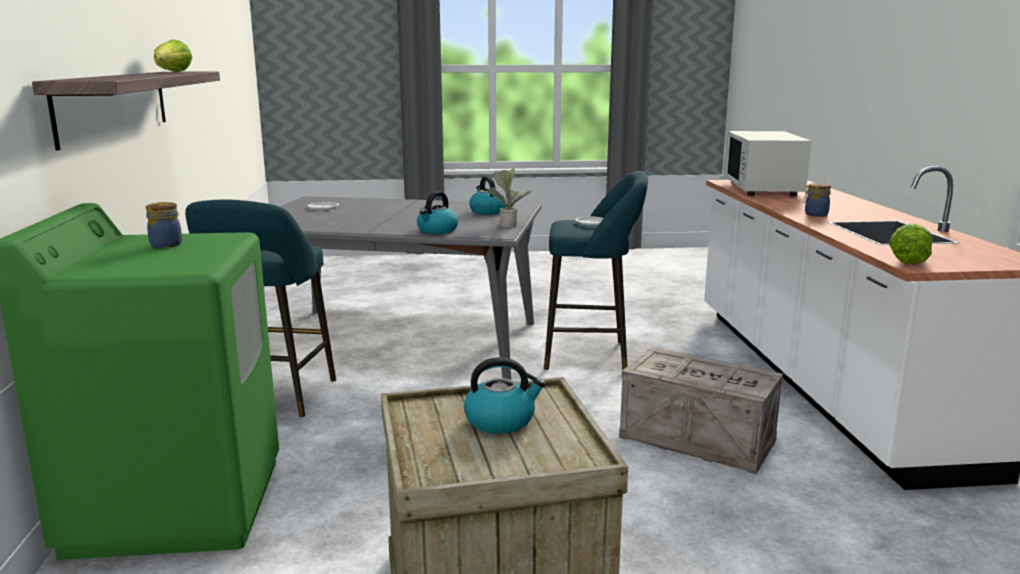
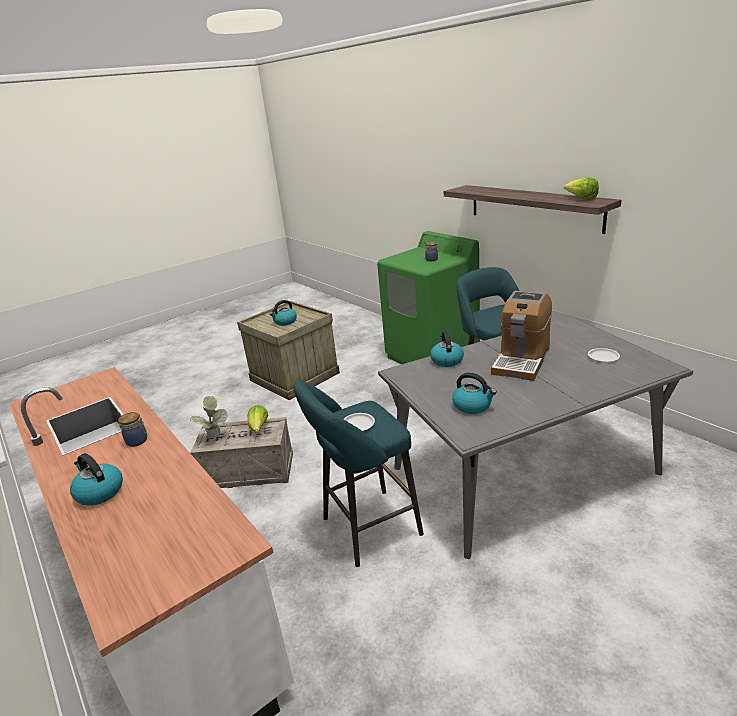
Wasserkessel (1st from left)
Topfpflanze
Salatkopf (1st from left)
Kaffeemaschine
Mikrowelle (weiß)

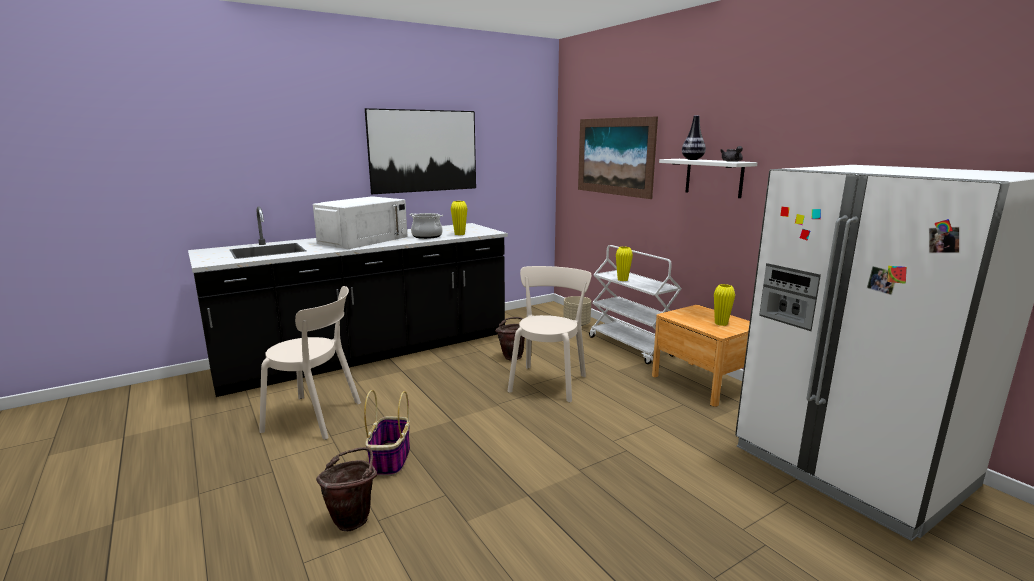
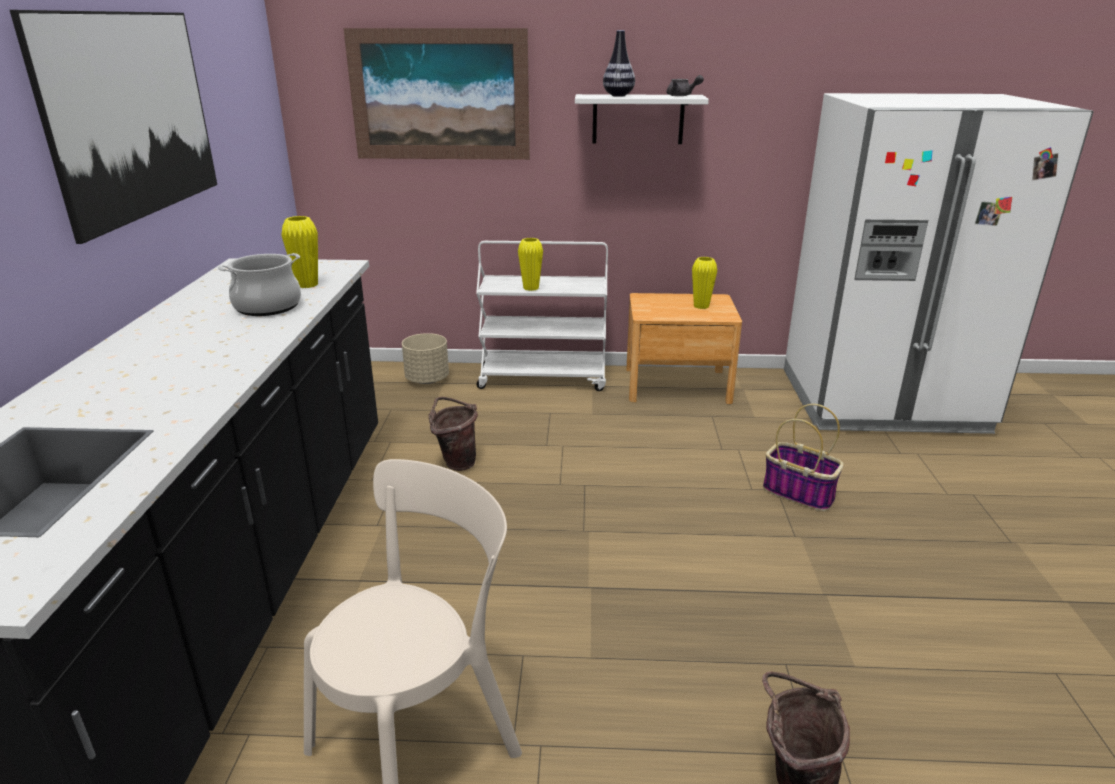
Korb
Mikrowelle (weiß)
Stuhl (beige) (2nd from left in the first image)

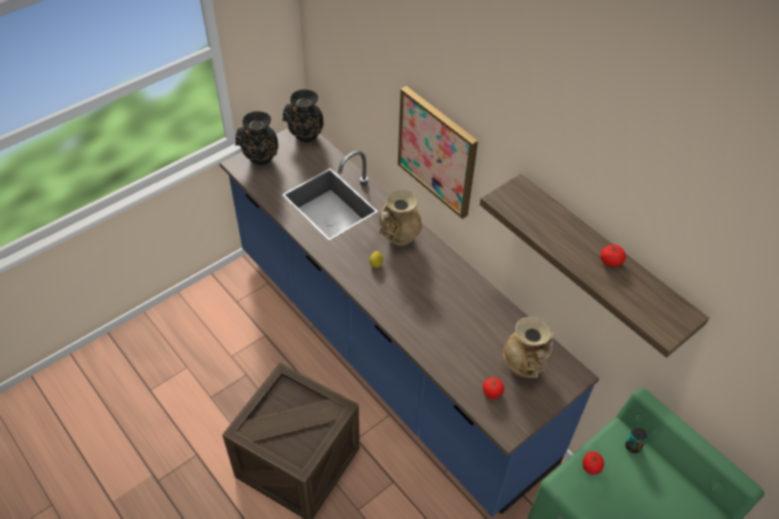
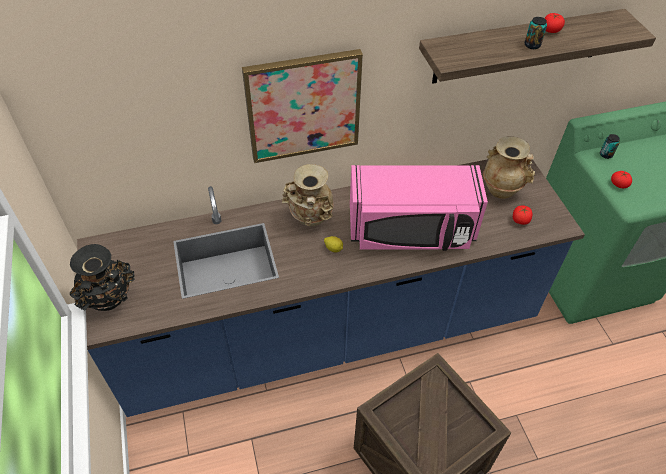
Mikrowelle (rosa)
Dose (1st from left)
Vase (schwarz) (2nd from left in the first image)

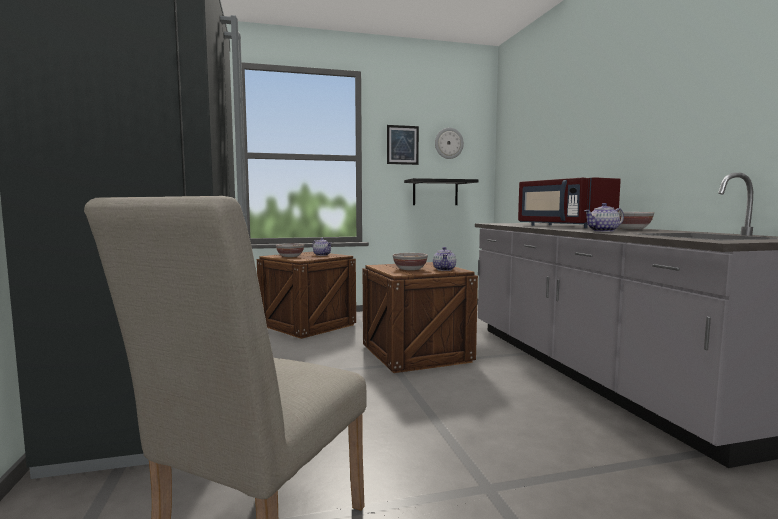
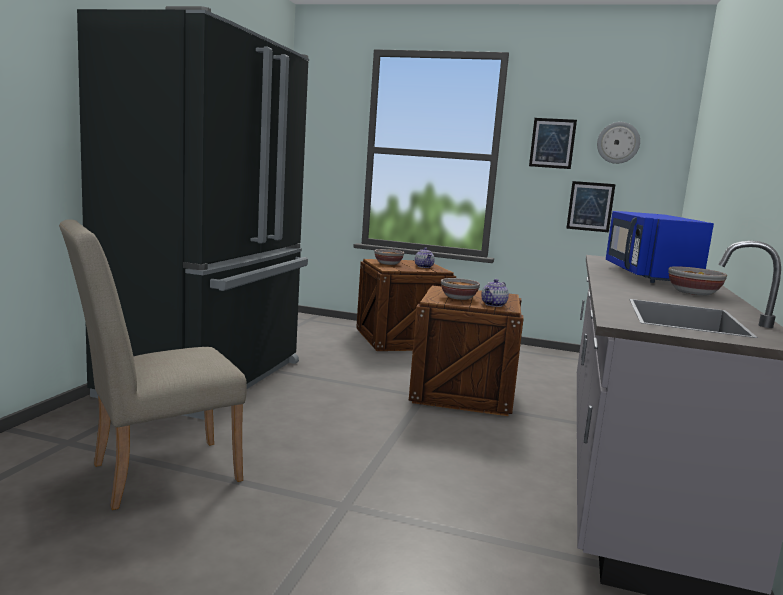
Bild (2nd from left)
Mikrowelle (blau)
Teekanne (3rd from left in the first image)

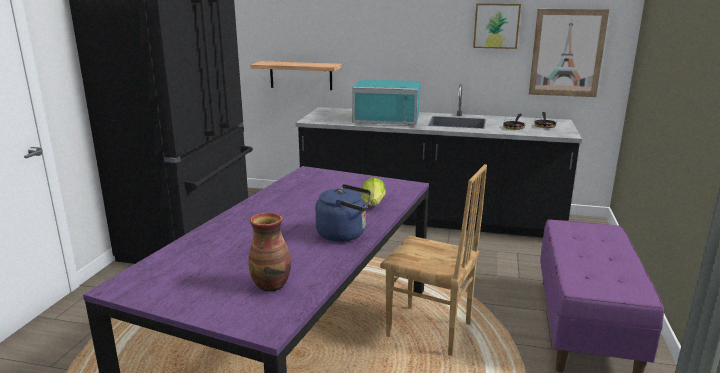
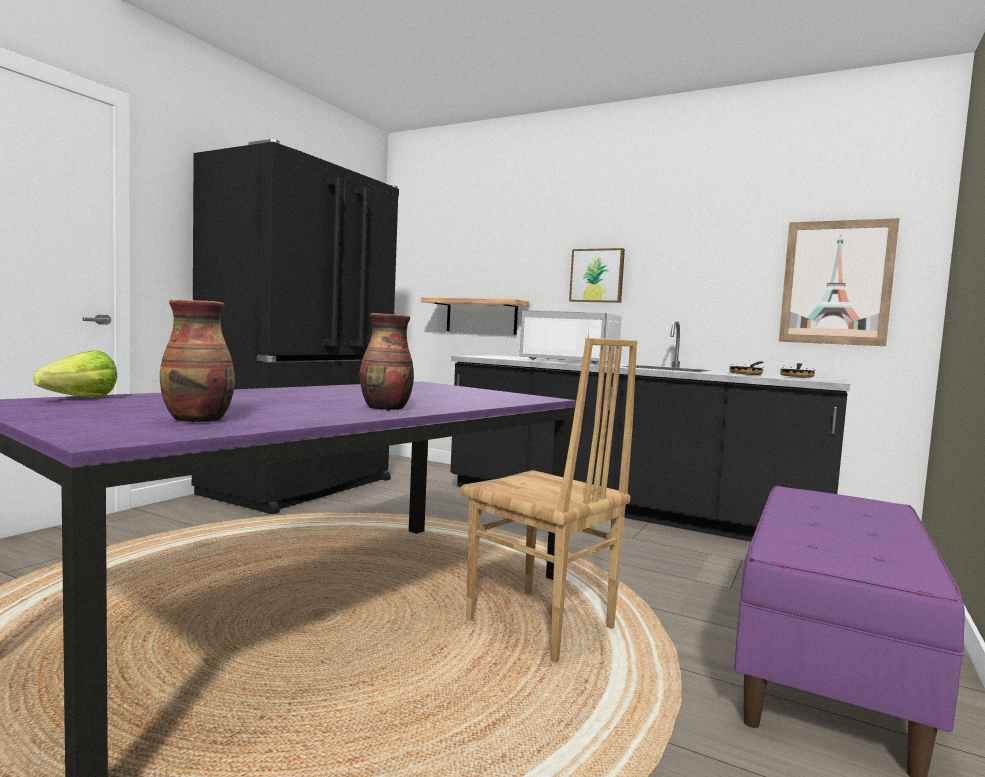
Salatkopf
Vase (2nd from left)
Mikrowelle (weiß)
Bild (1st from left)

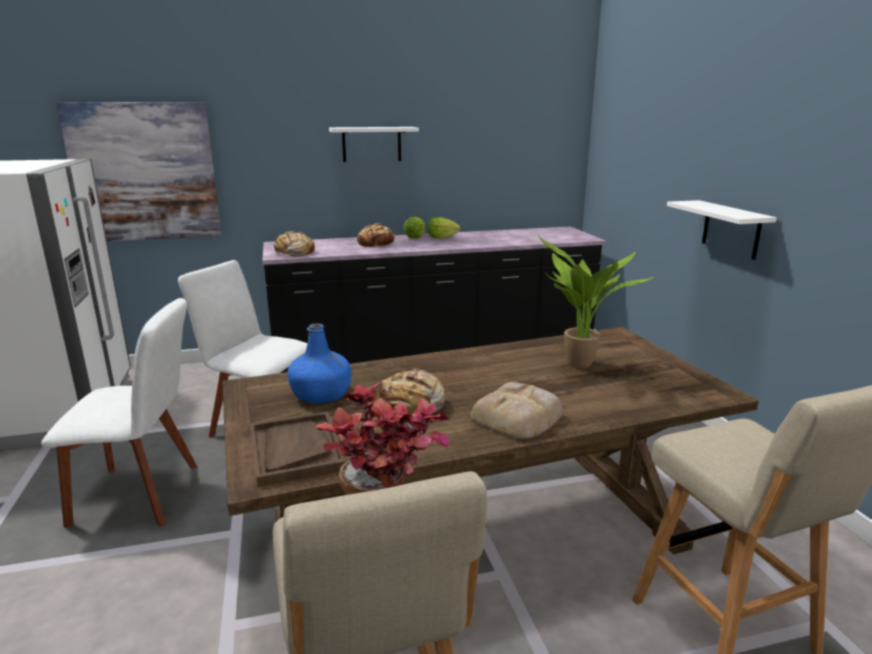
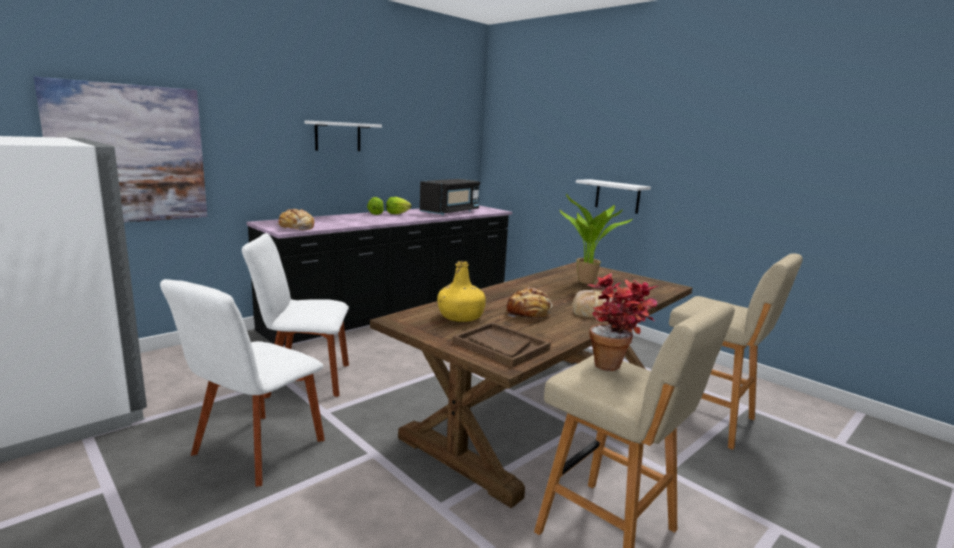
Stuhl (weiß) (1st from left)
Mikrowelle (schwarz)
Flasche (gelb)
Brot (2nd from left in the first image)

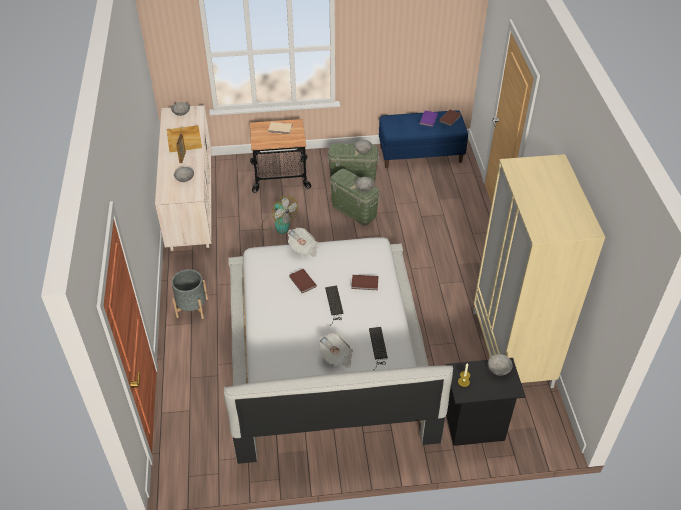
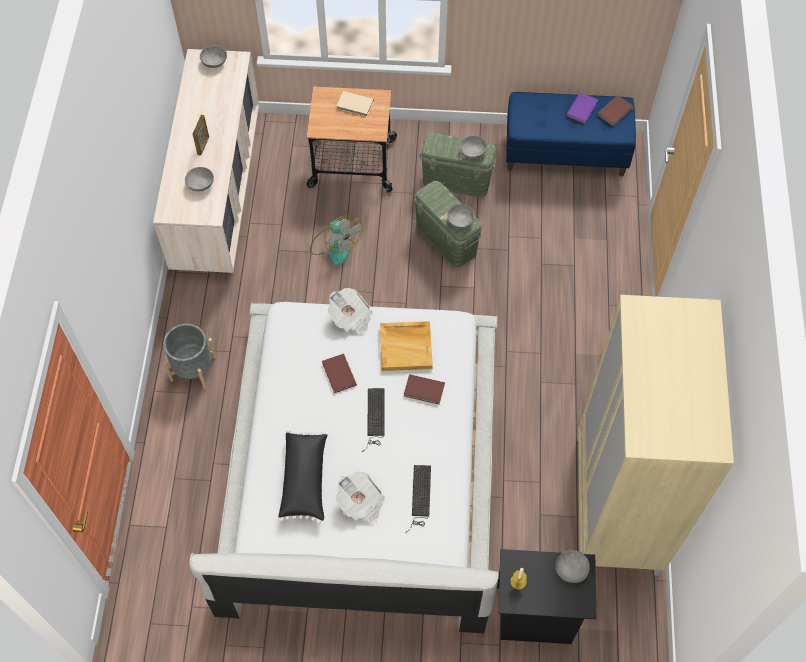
Kissen (schwarz)
Tablett (beige)

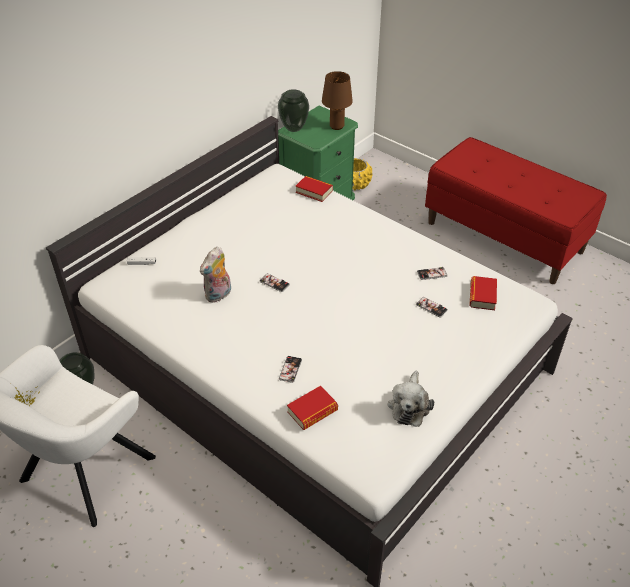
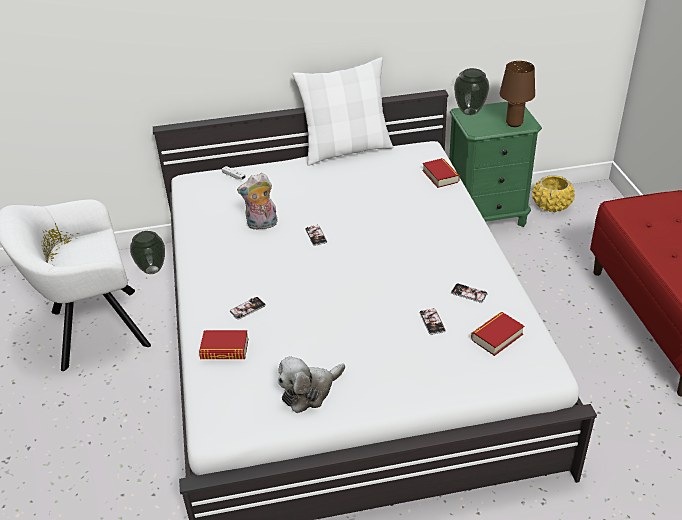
Kissen (weiß)

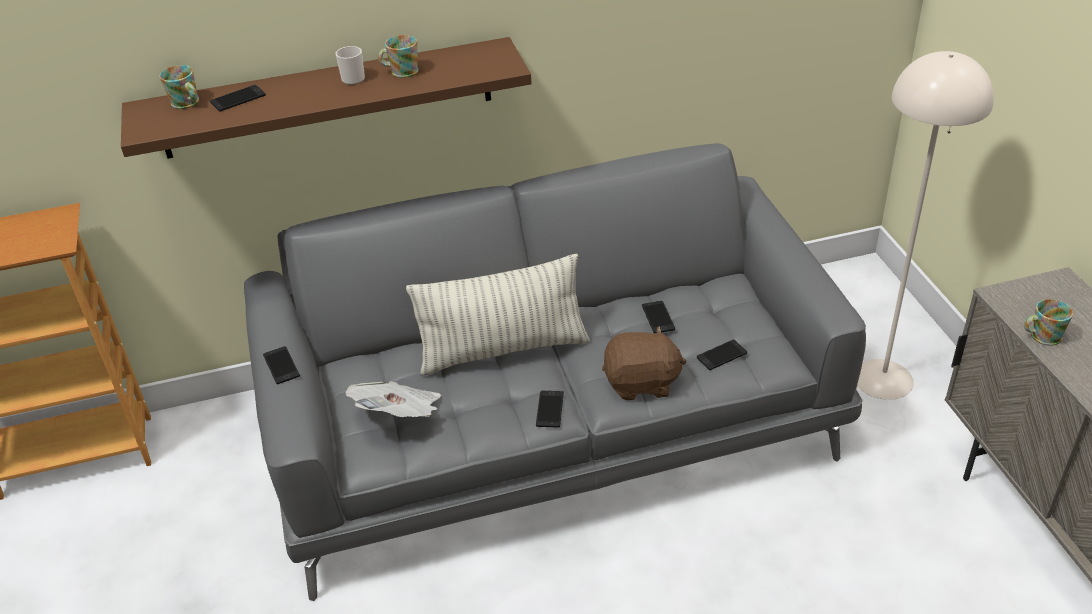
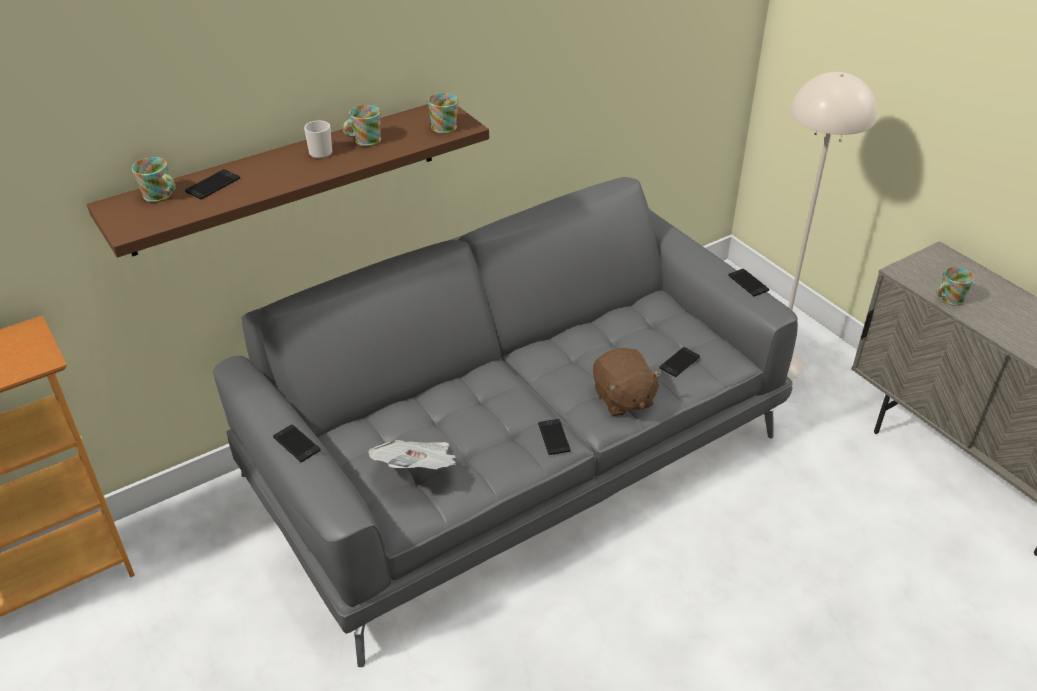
Henkelbecher (4th from left)
Plüschtier (braun)
Handy (5th from left)
Kissen

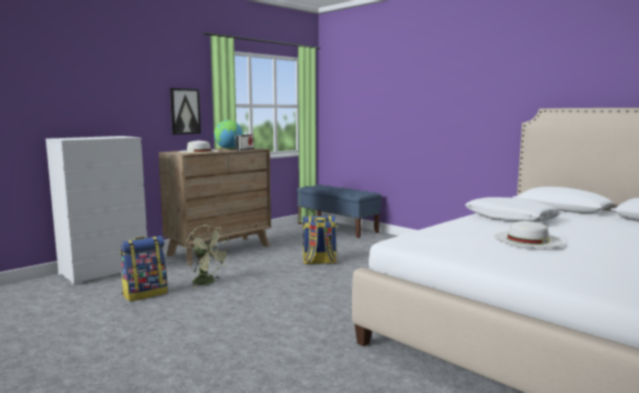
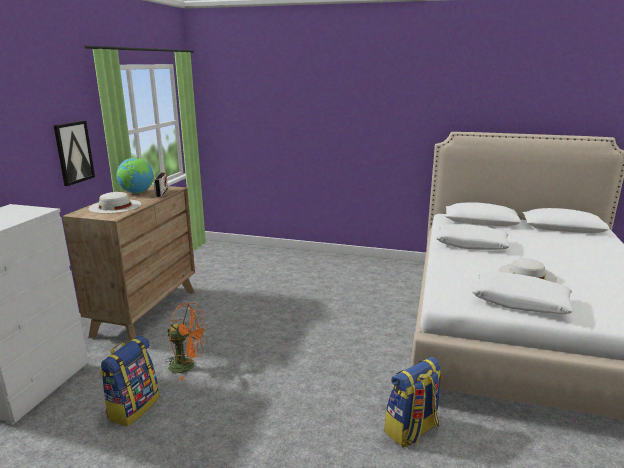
Ventilator (orange)
Rucksack (2nd from left)
Kissen (weiß) (2nd from left)
Bank (blau)

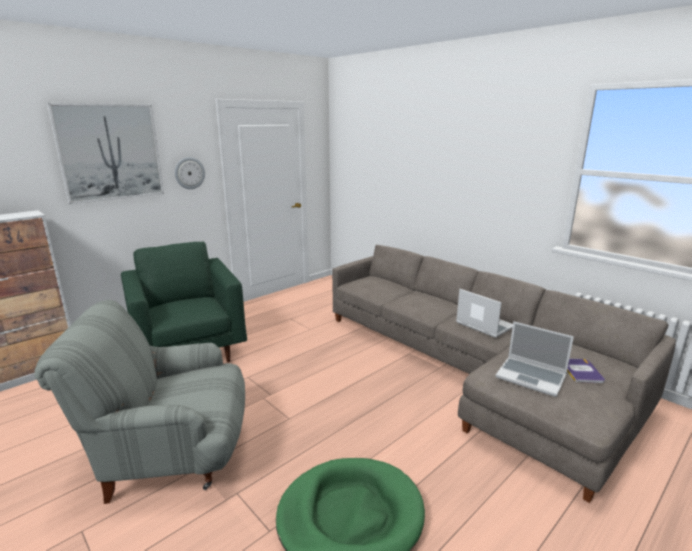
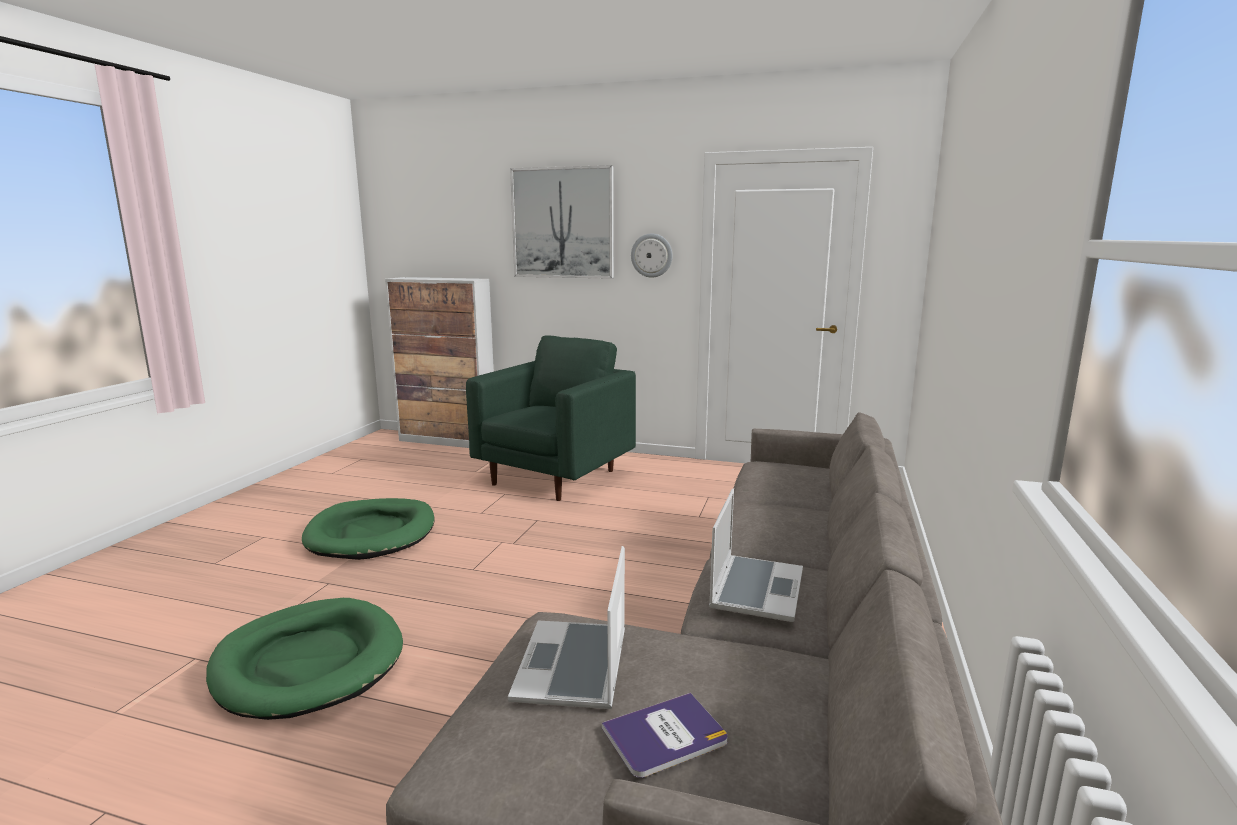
Hundebett (grün) (2nd from left)

